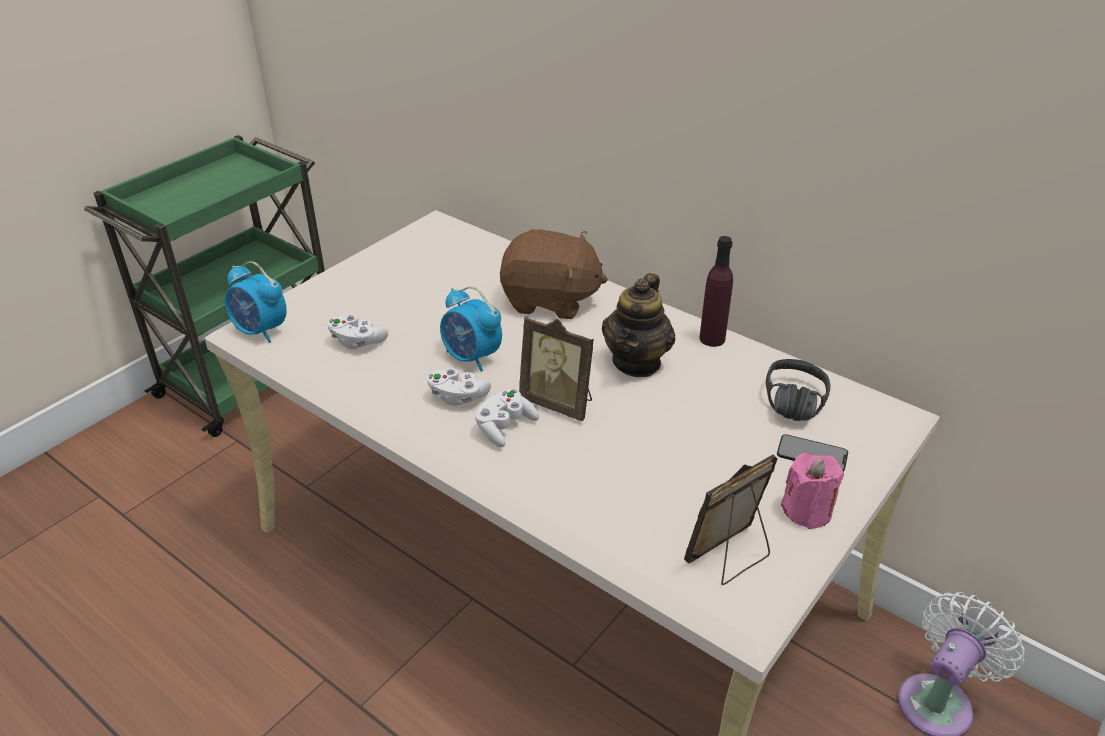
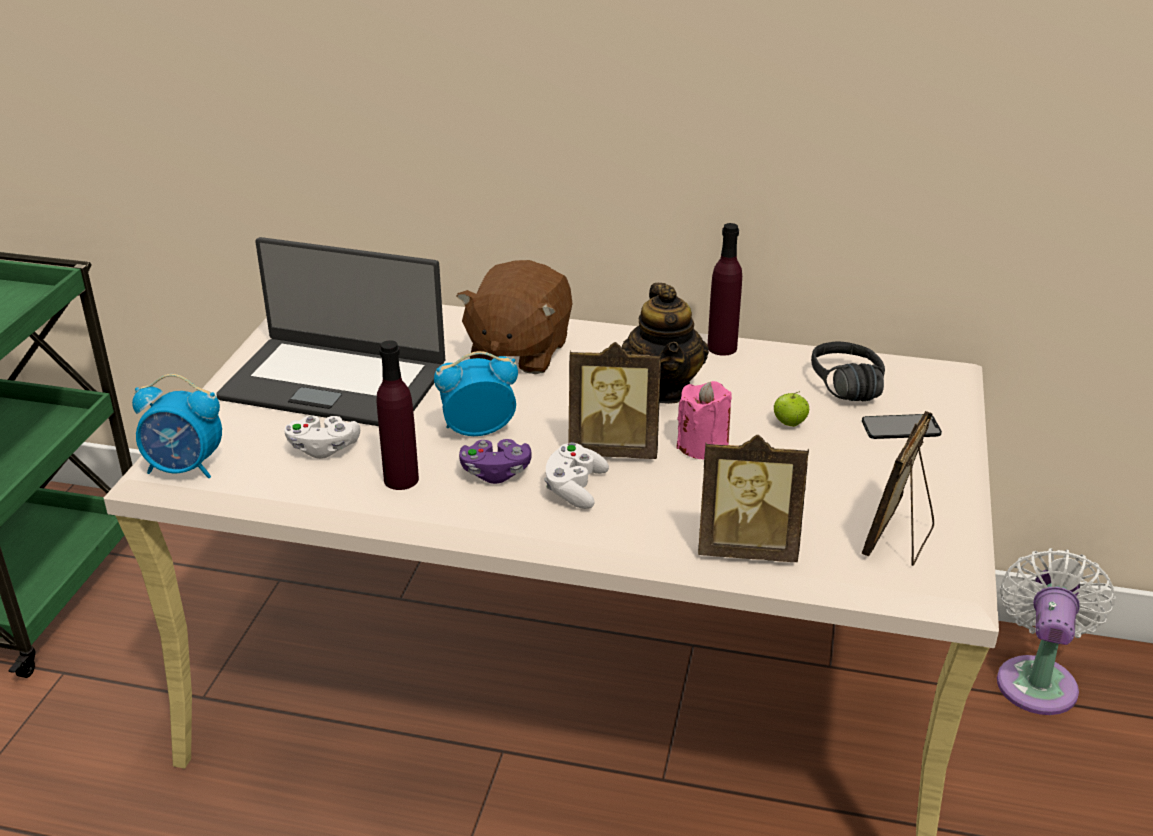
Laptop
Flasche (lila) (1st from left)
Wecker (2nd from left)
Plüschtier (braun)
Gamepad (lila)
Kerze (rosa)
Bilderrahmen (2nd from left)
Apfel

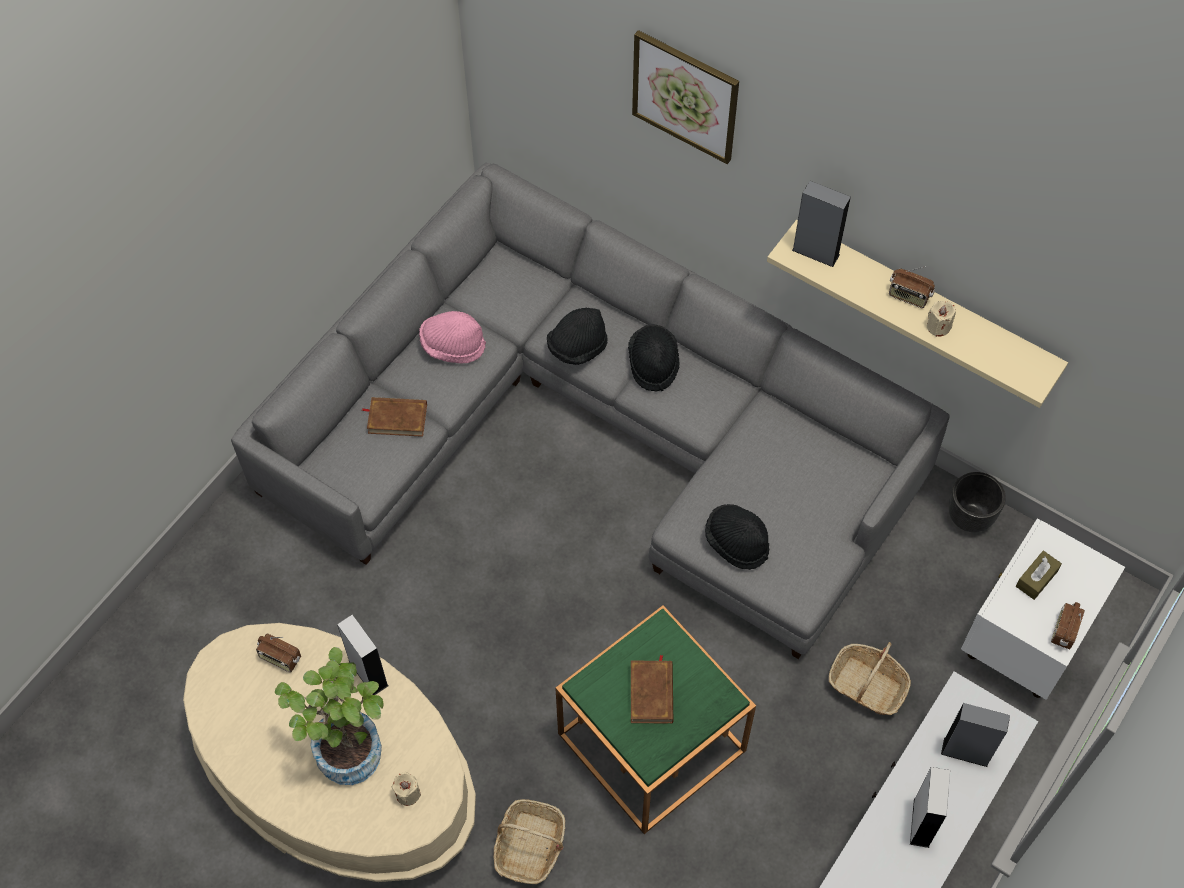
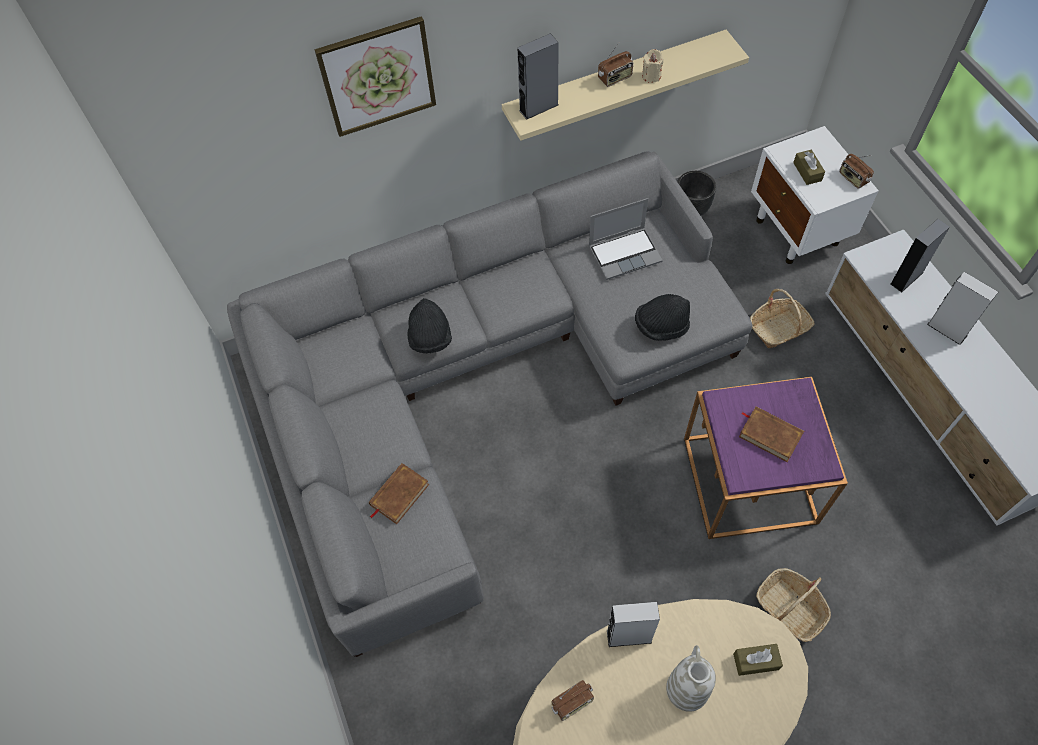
Laptop
Vase (weiß)
Beistelltisch (lila)
Taschentuchbox (braun) (1st from left)
Hut (rosa)
Hut (schwarz) (2nd from left in the first image)

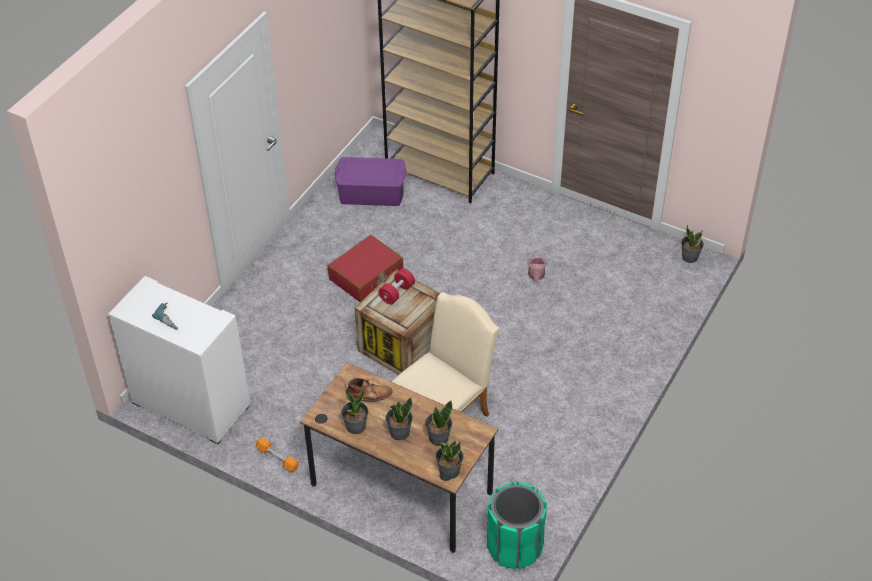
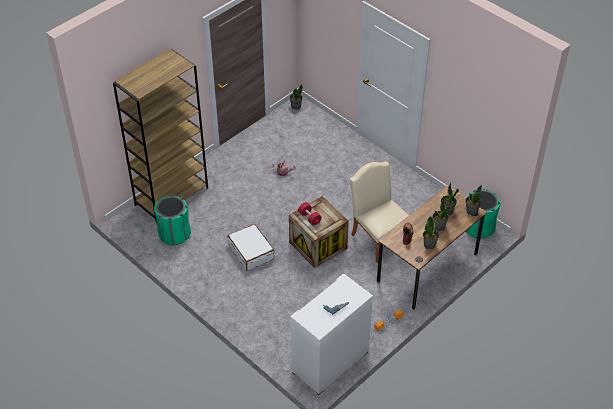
Mülleimer (grün) (1st from left)
Koffer (weiß)

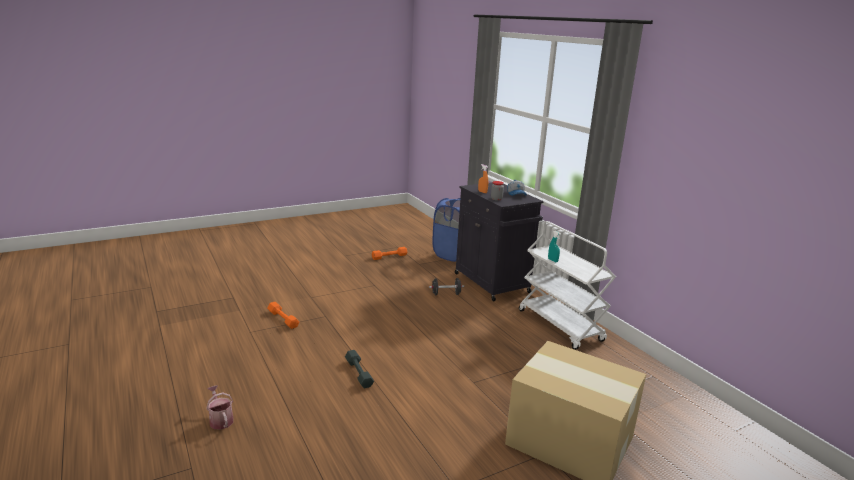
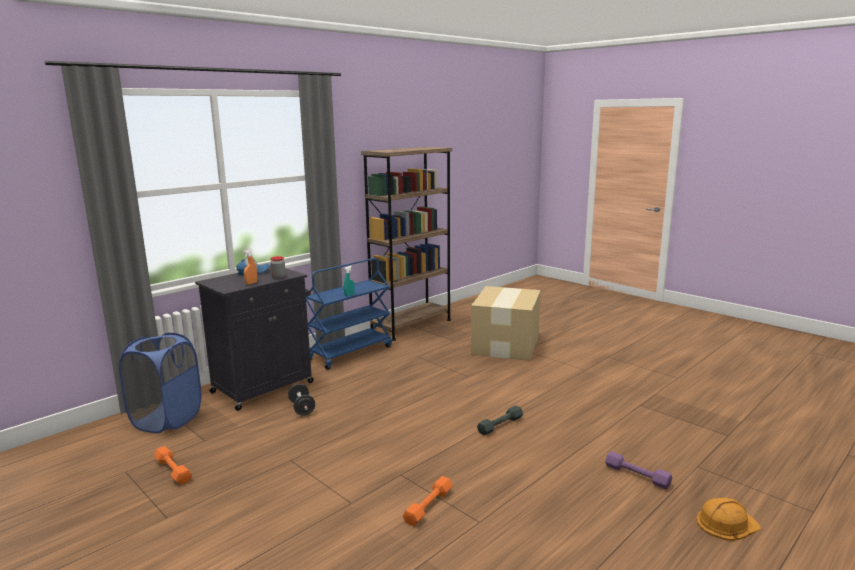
Rollwagen (blau)
Bücherregal (braun)
Hantel (lila)
Schutzhelm (orange)

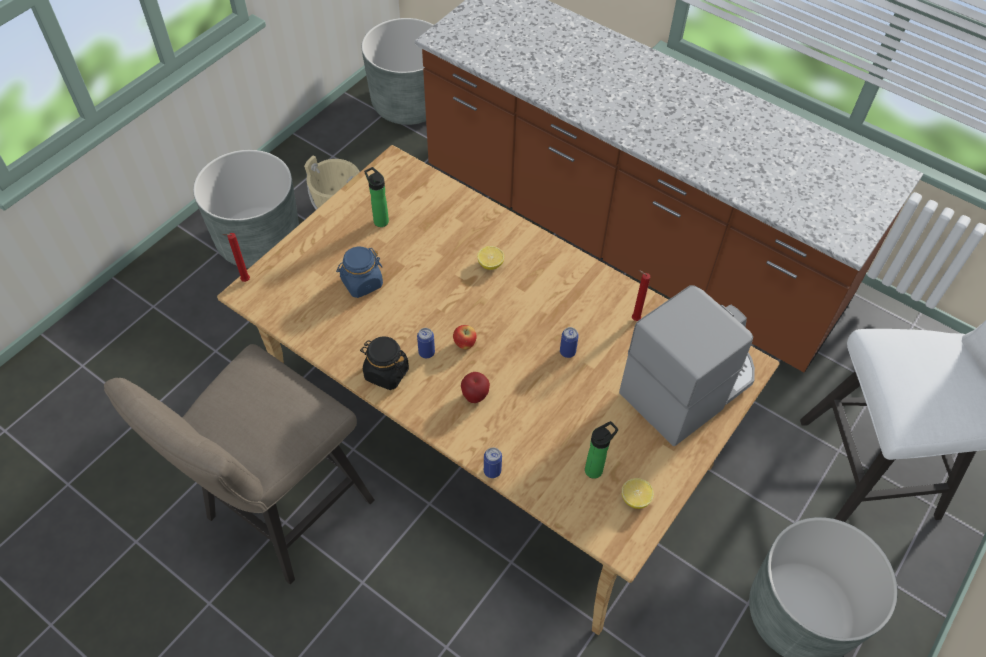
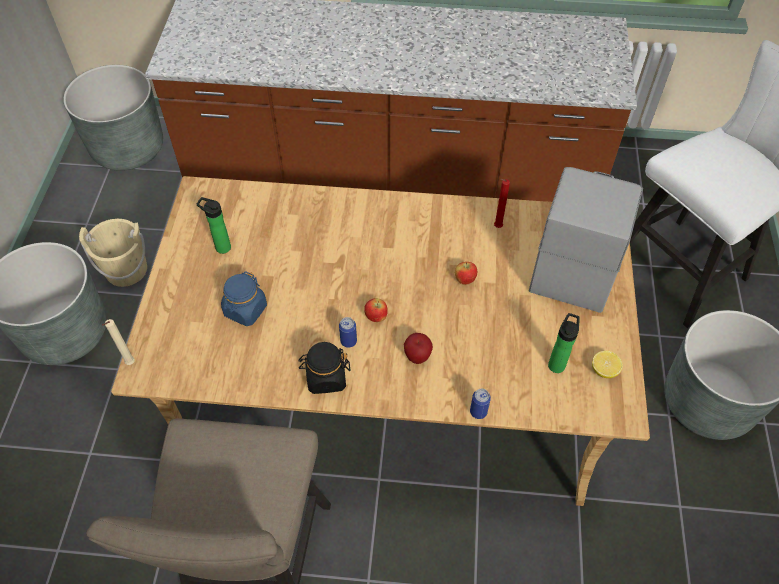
Kerze (beige)
Apfel (3rd from left)
Zitrone (1st from left in the first image)

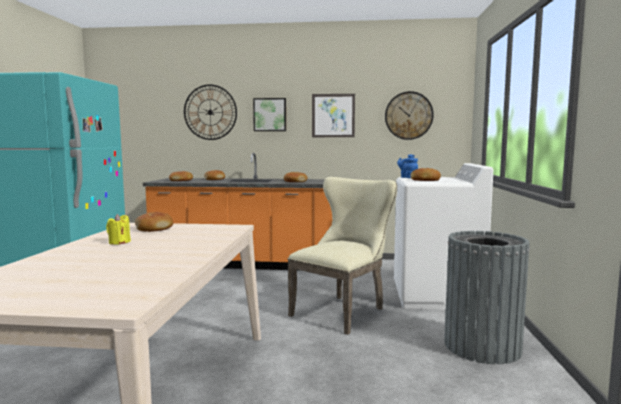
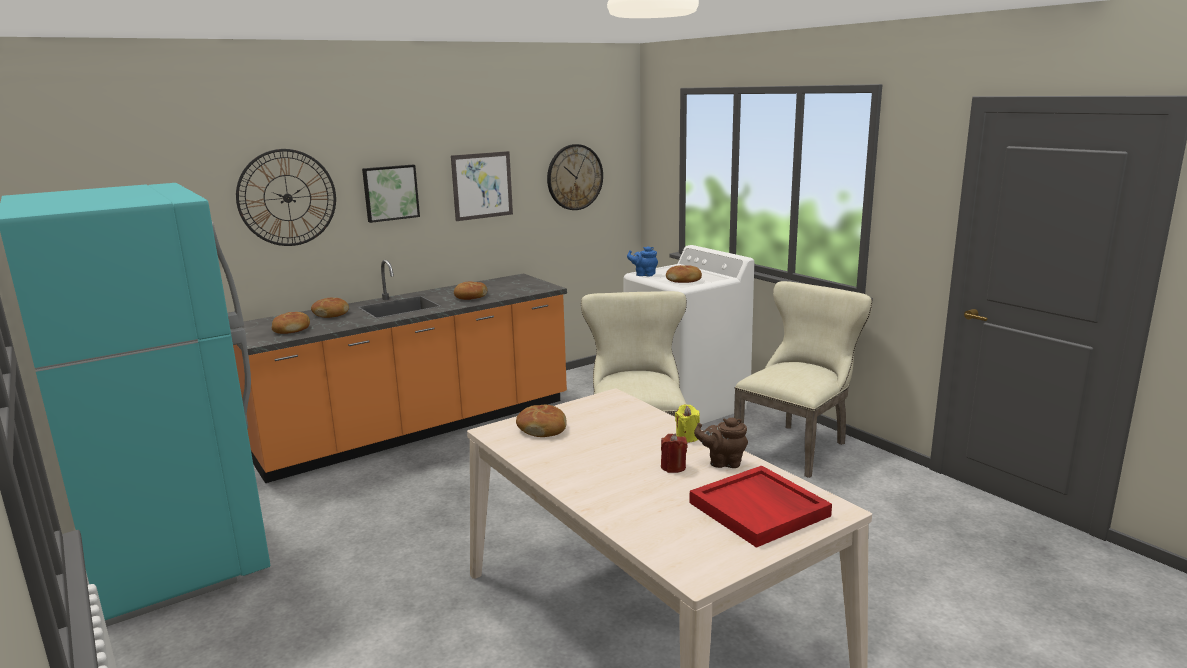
Kerze (rot)
Kerze (gelb)
Tablett (rot)
Teekanne (braun)
Stuhl (beige) (2nd from left)

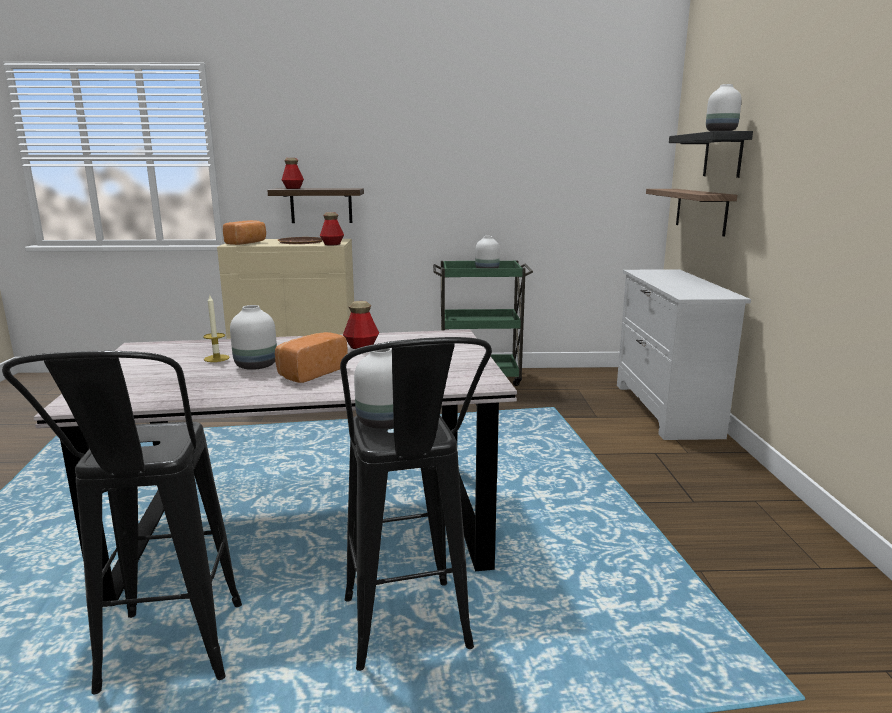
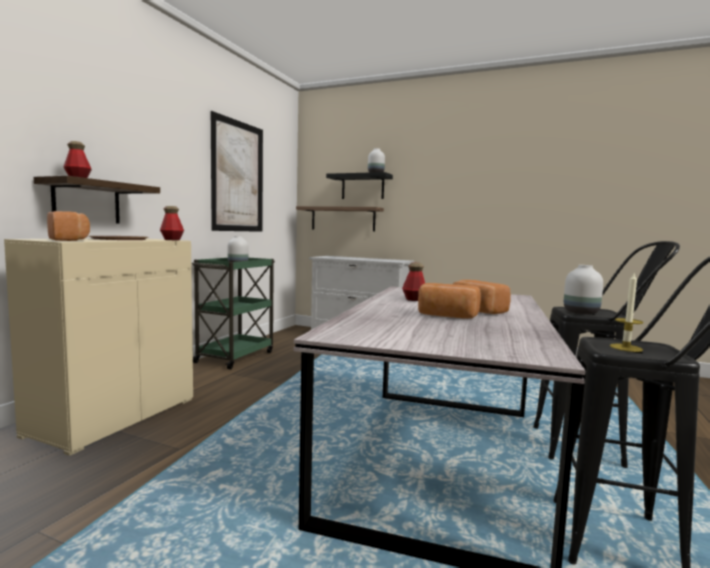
Bild
Brot (2nd from left)
Kerze

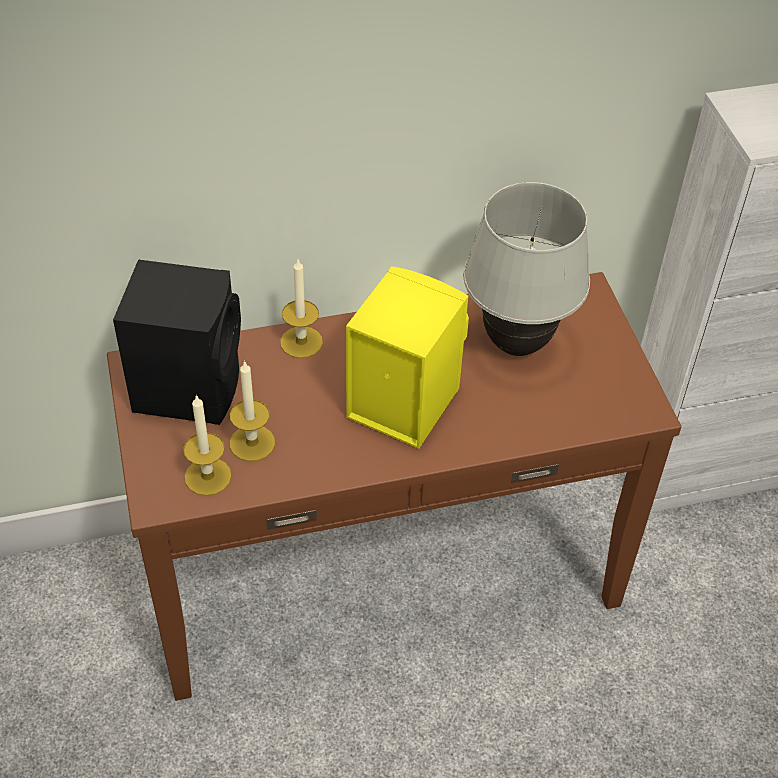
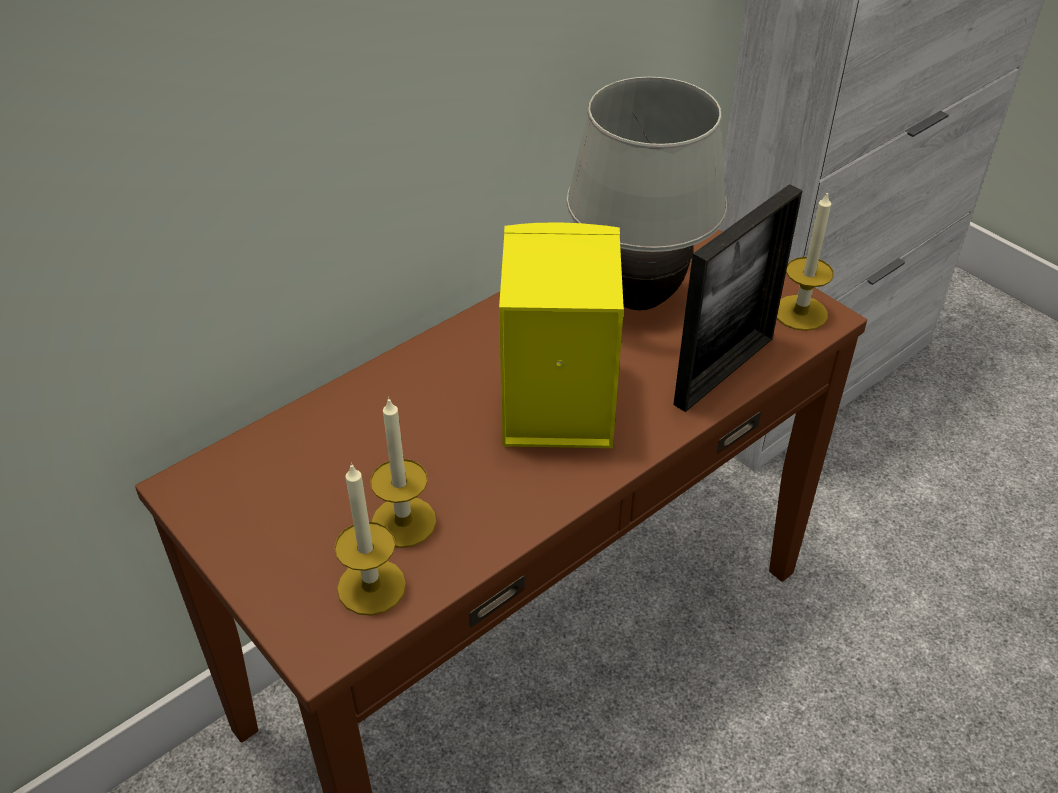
Bilderrahmen
Kerze (3rd from left)
Lautsprecher (schwarz)

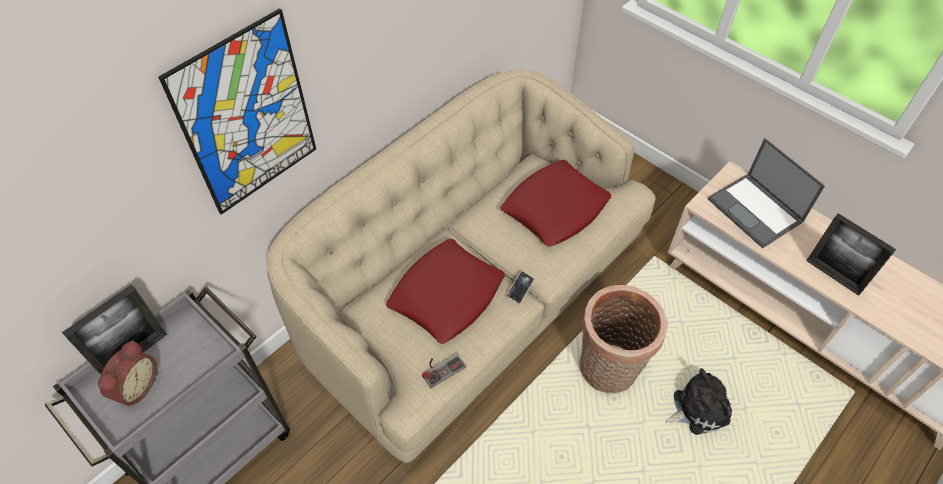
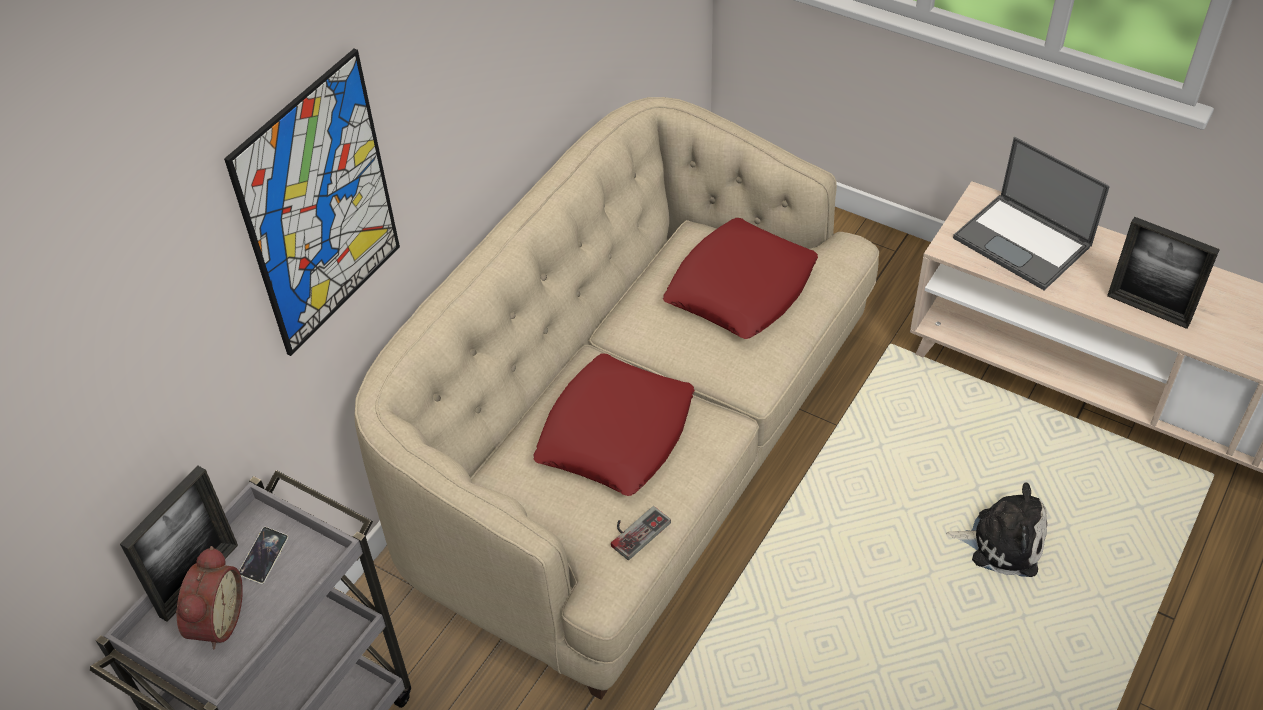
Handy
Plüschtier
Korb

